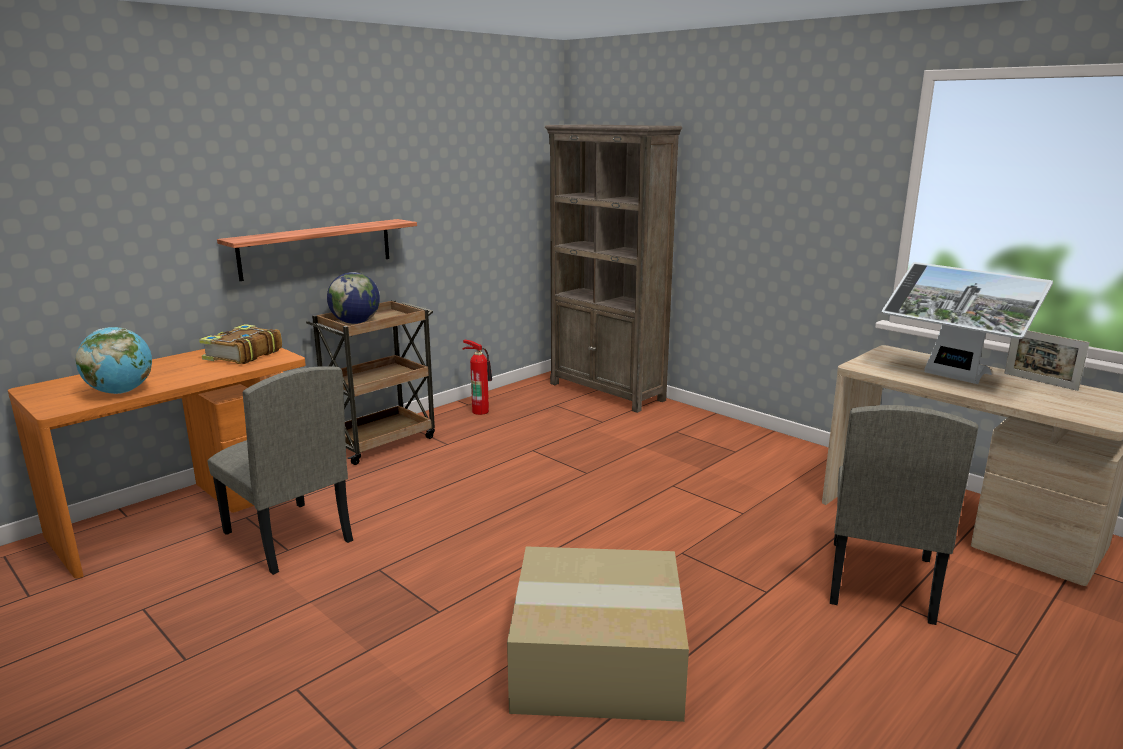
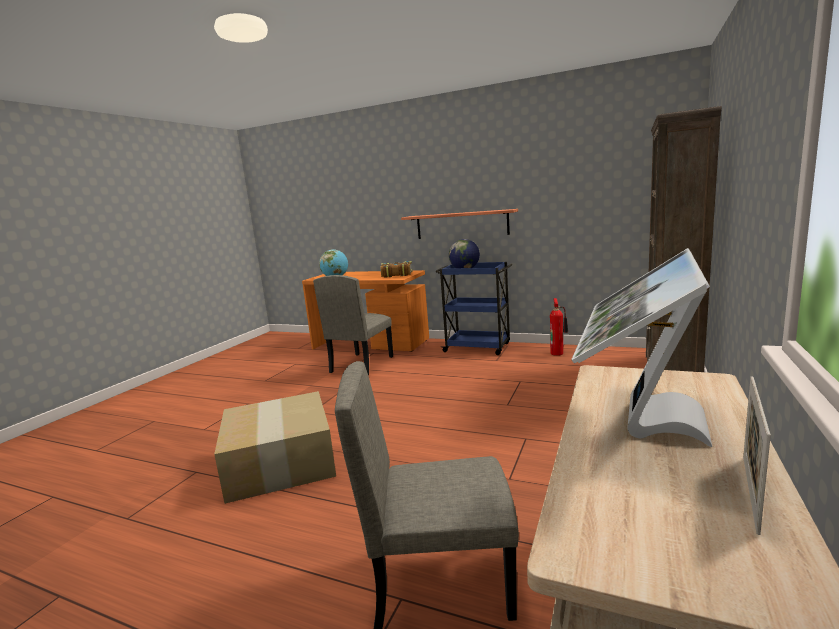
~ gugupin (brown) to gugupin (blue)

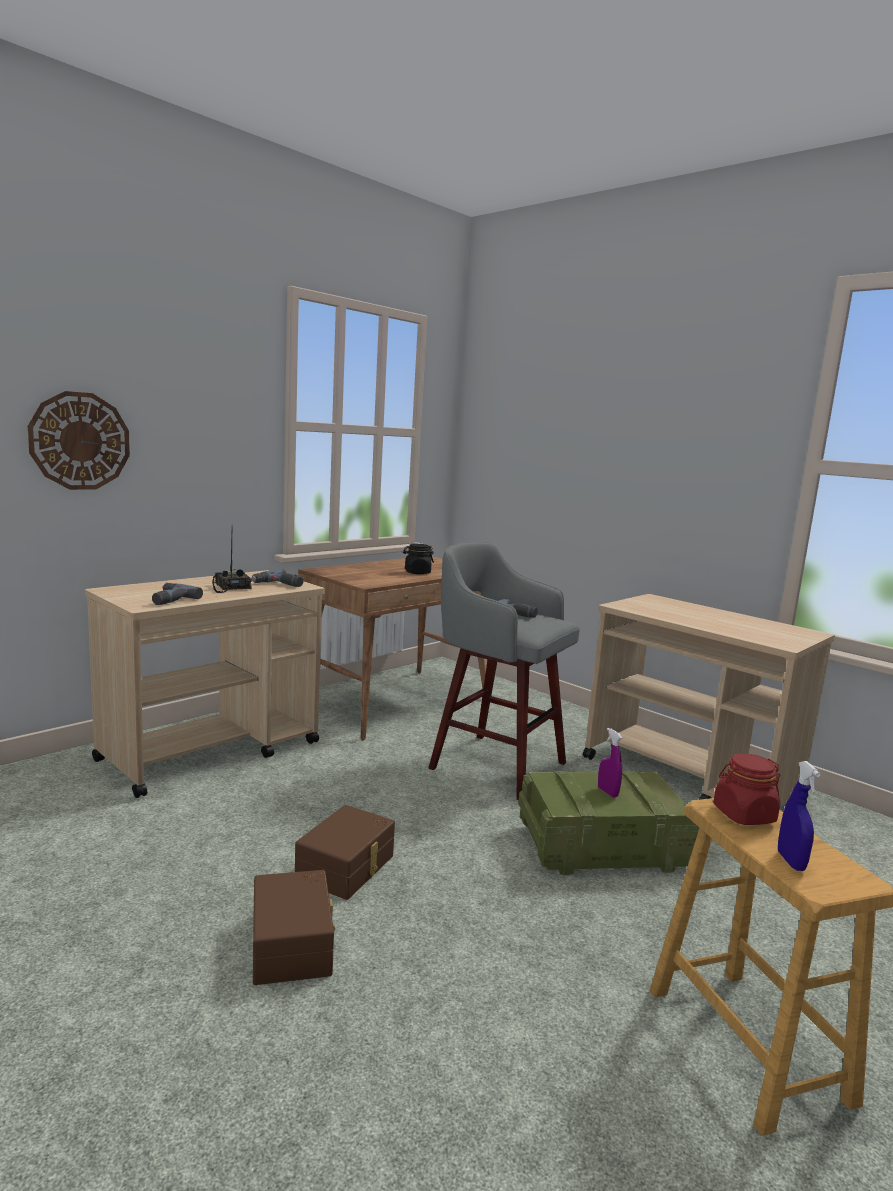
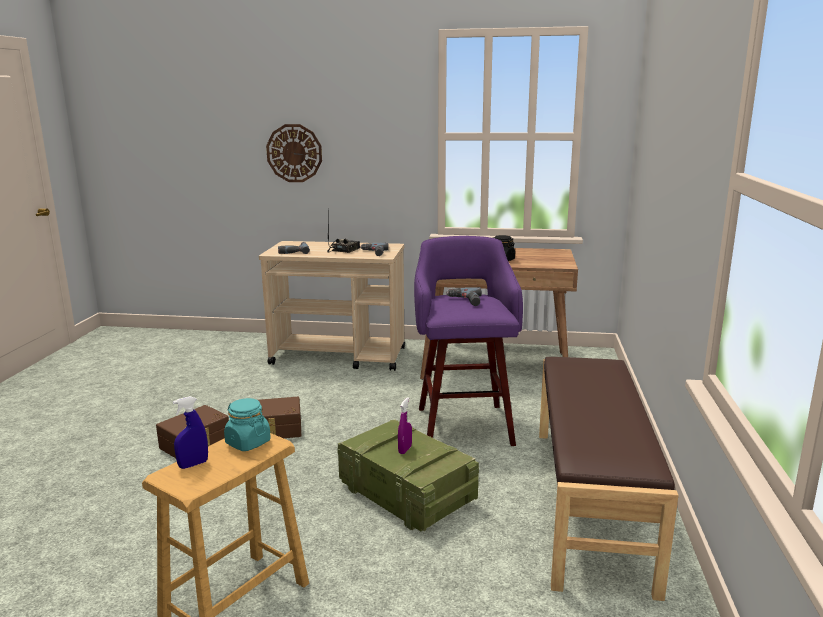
~ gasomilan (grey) to gasomilan (purple)
~ gugupin (beige) (2nd from left) to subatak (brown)
~ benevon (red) to benevon (turquoise)

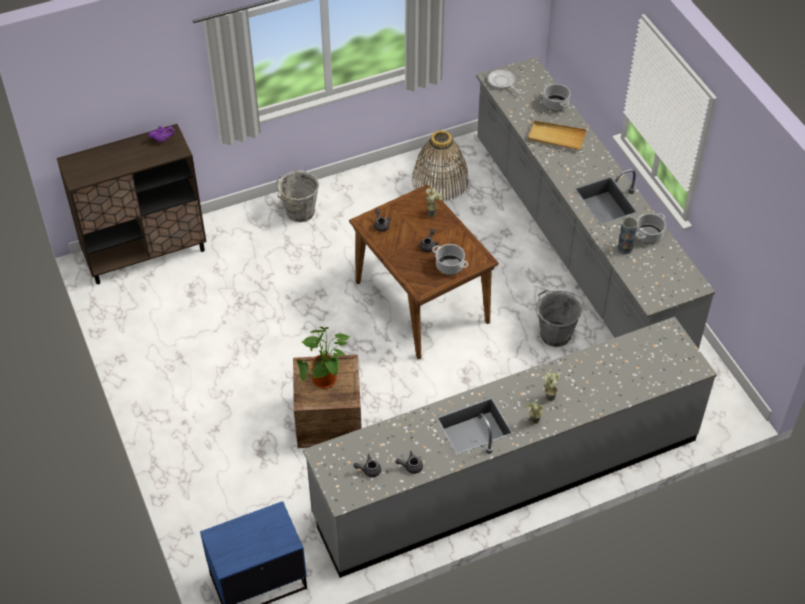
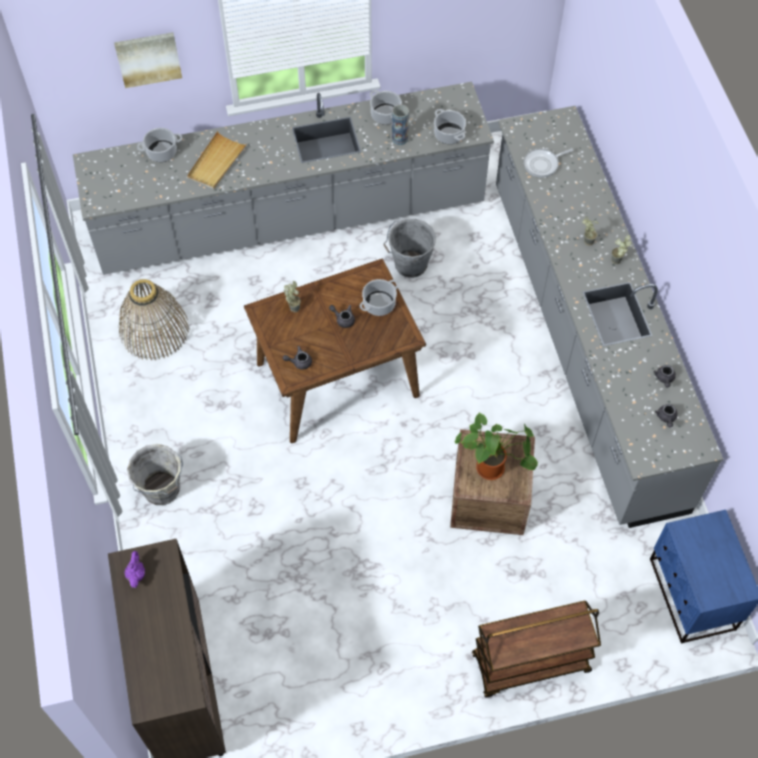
~ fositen
+ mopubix
+ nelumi (4th from left)
+ gugupin (brown)

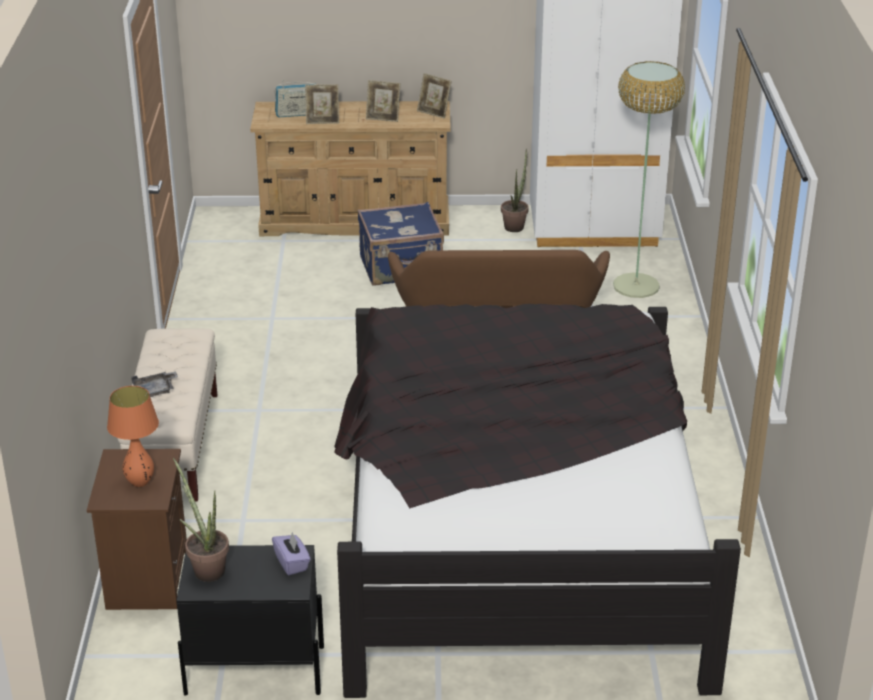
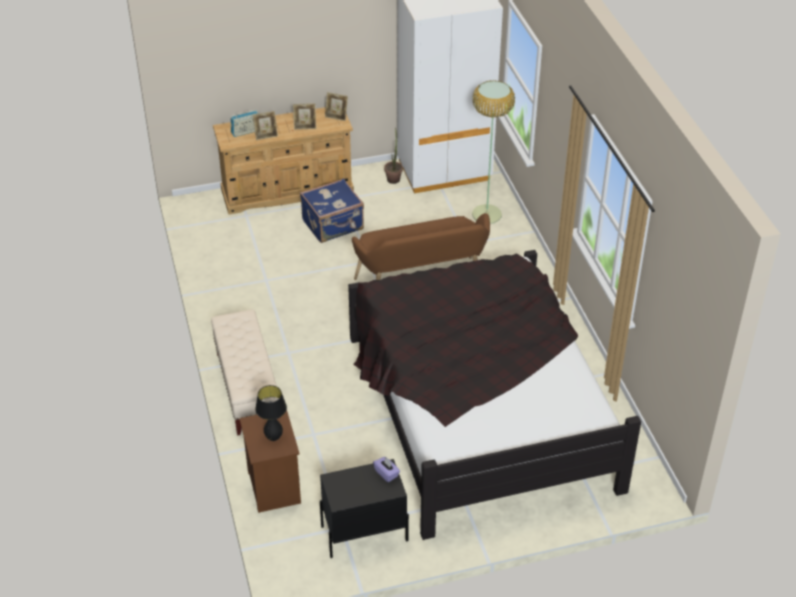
- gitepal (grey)
~ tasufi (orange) to tasufi (black)
- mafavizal (1st from left)

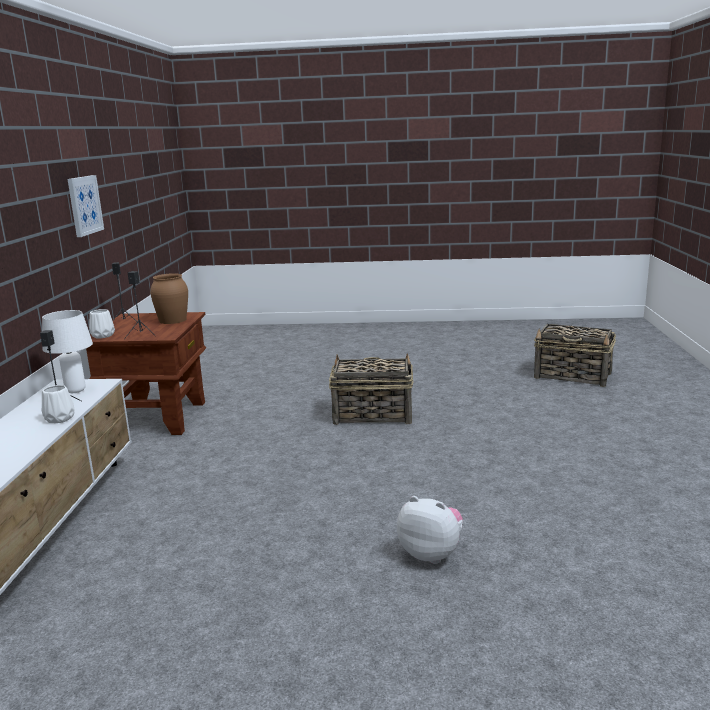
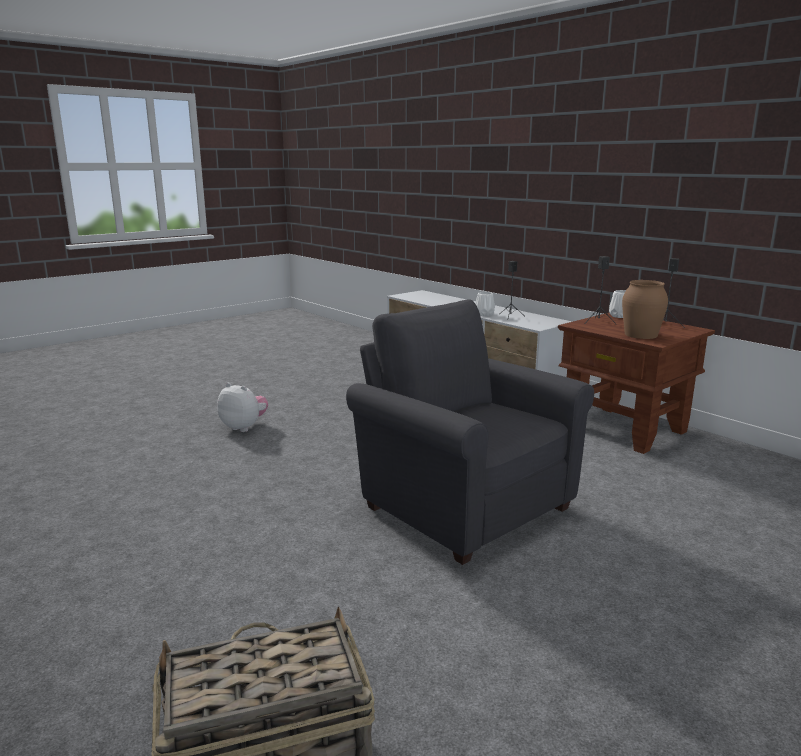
- mopubix
- tasufi (white)
~ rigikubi (1st from left) to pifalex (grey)
~ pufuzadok 135 degrees counterclockwise

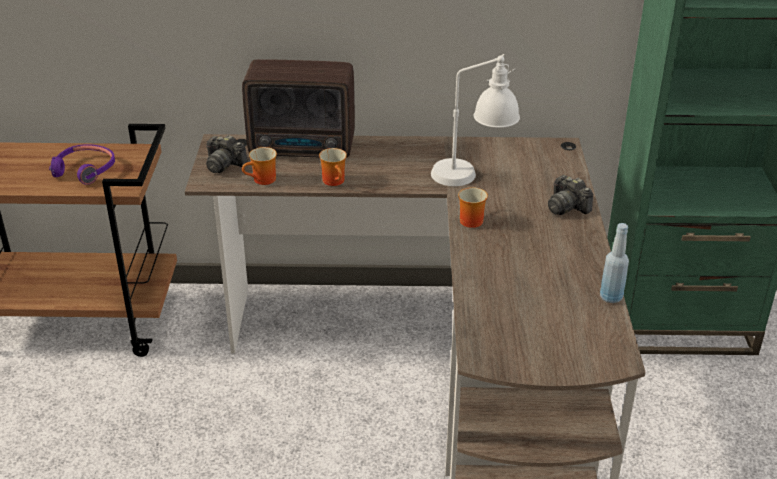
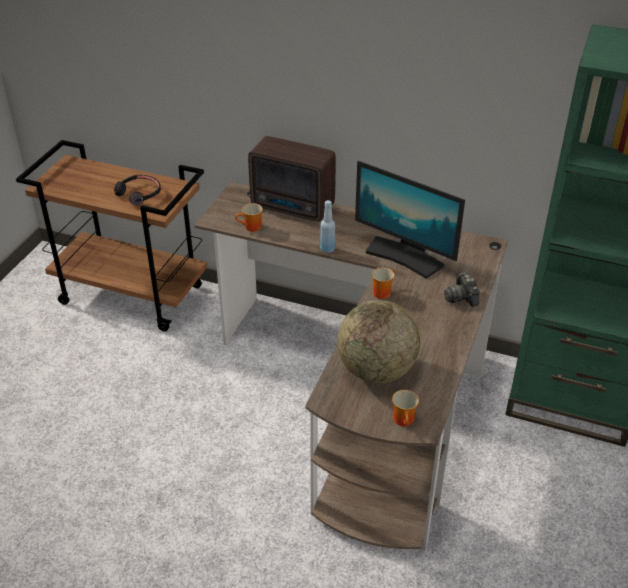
~ tasufi (white) to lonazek
- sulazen (1st from left)
~ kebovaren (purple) to kebovaren (black)
~ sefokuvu (2nd from left in the first image) to sefokuvu (3rd from left)
~ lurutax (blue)
+ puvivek

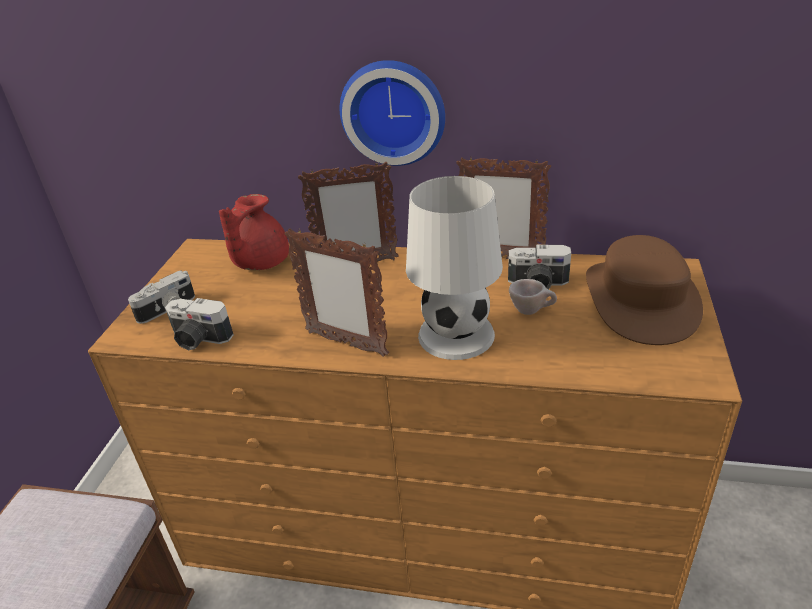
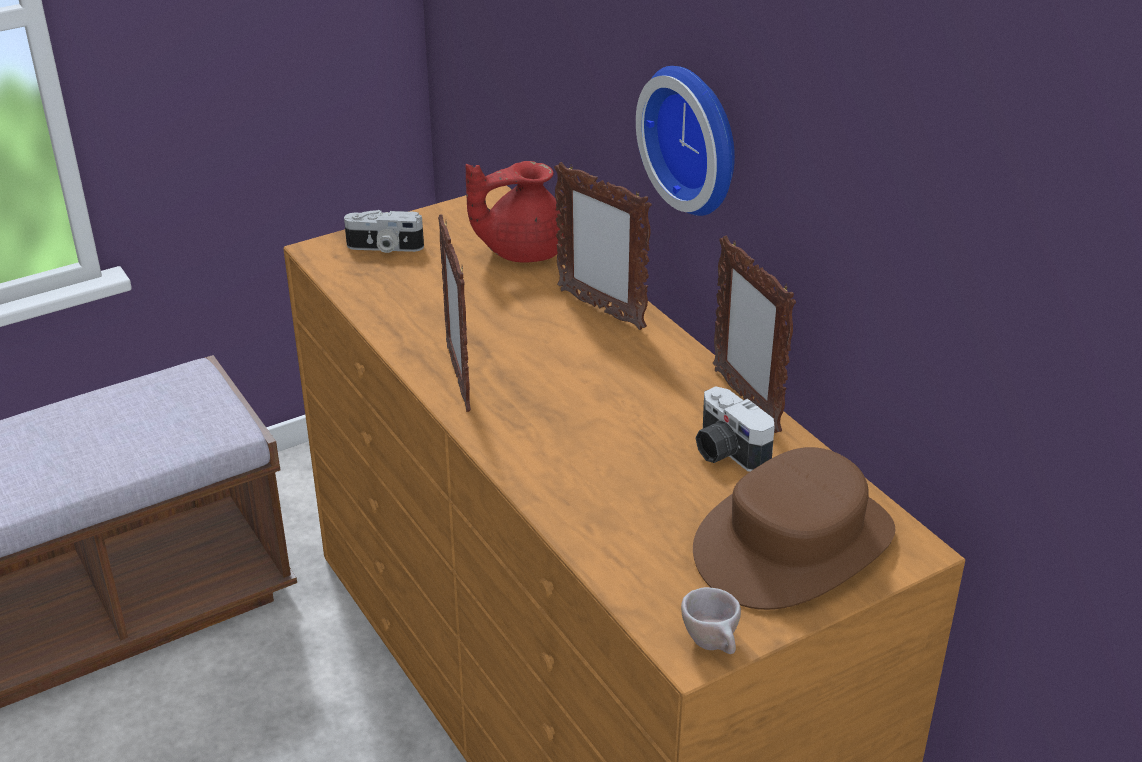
- tasufi (white)
~ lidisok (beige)
- sulazen (2nd from left)

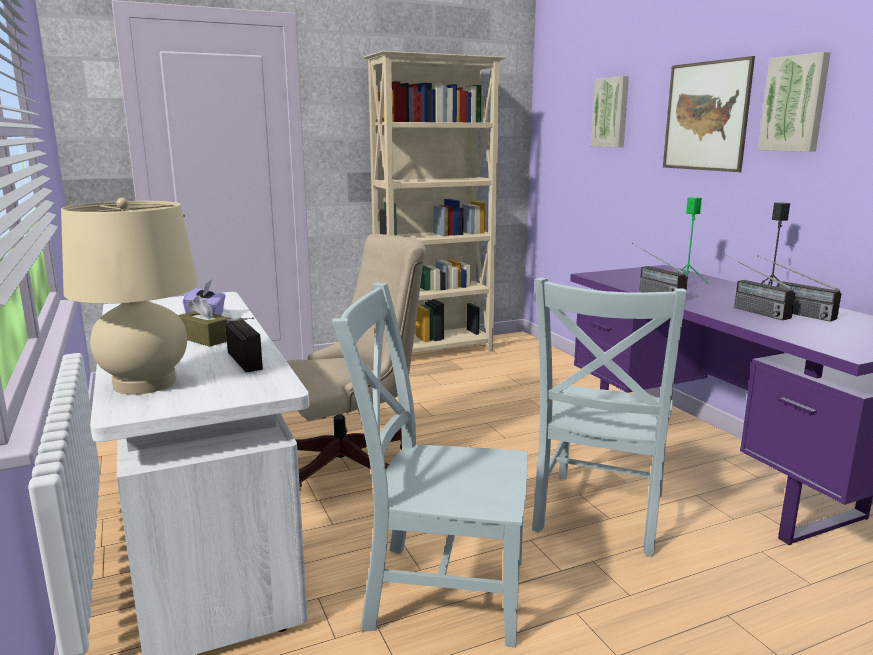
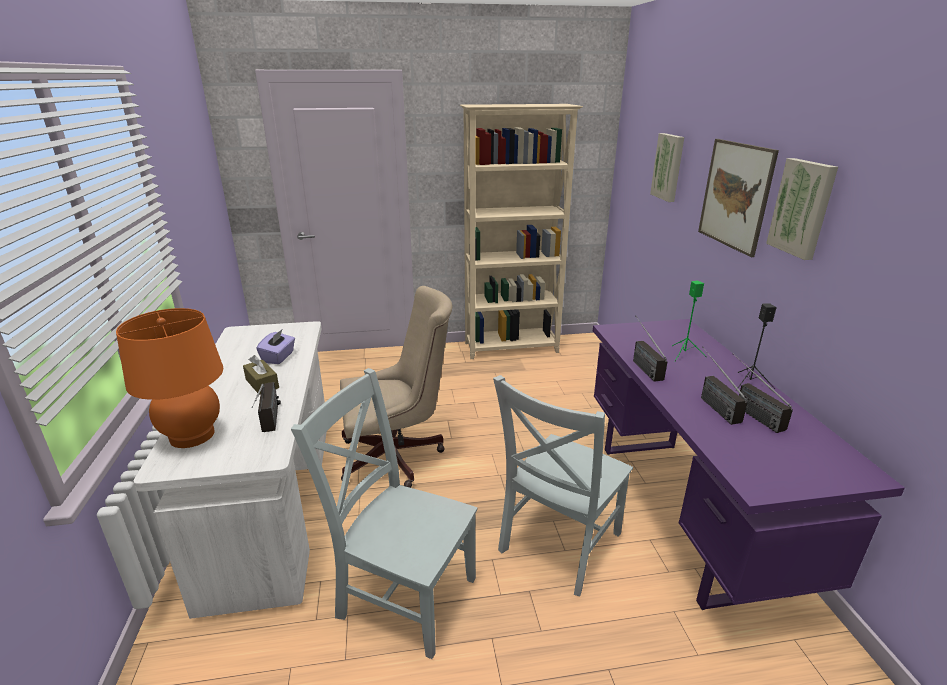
~ tasufi (beige) to tasufi (orange)

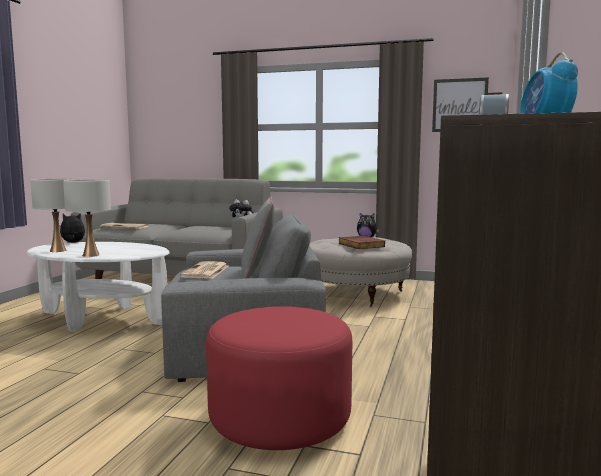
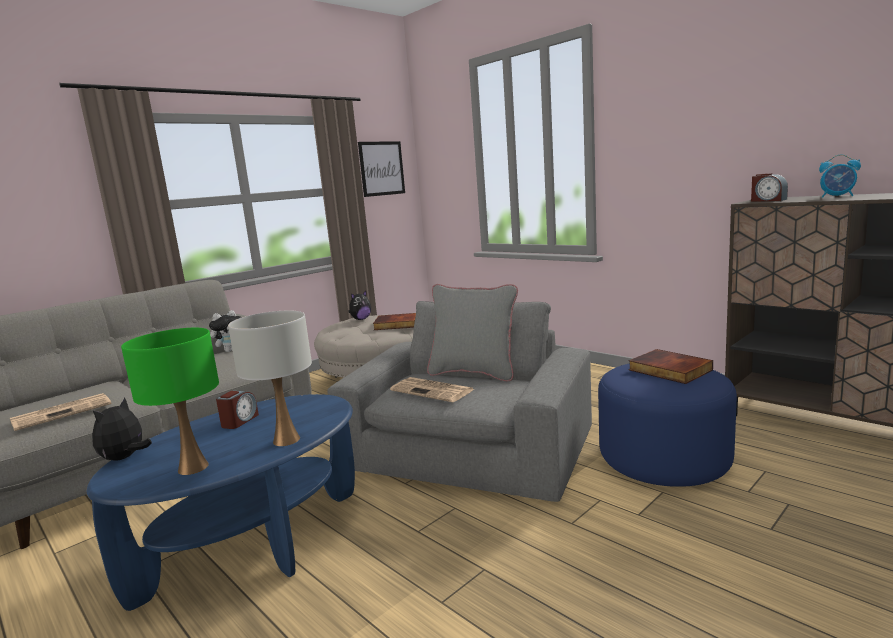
~ tasufi (white) (1st from left) to tasufi (green)
~ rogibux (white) to rogibux (blue)
~ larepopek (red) to larepopek (blue)
+ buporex (2nd from left)
+ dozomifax (1st from left)

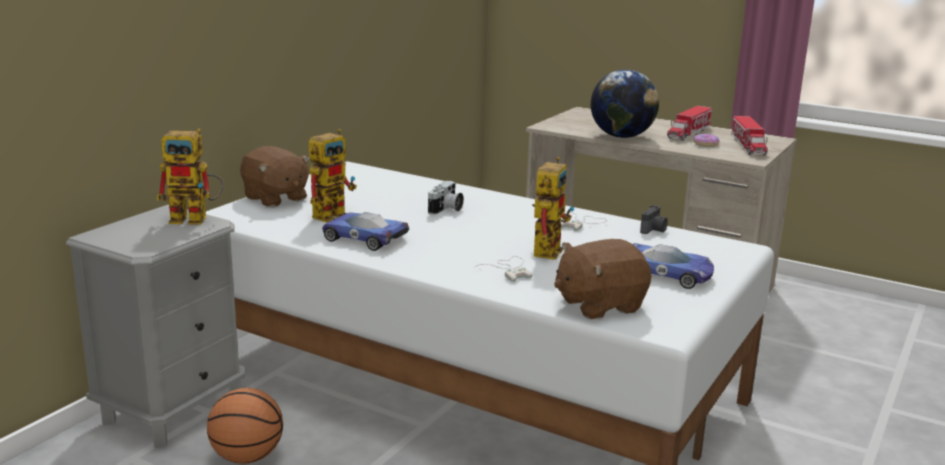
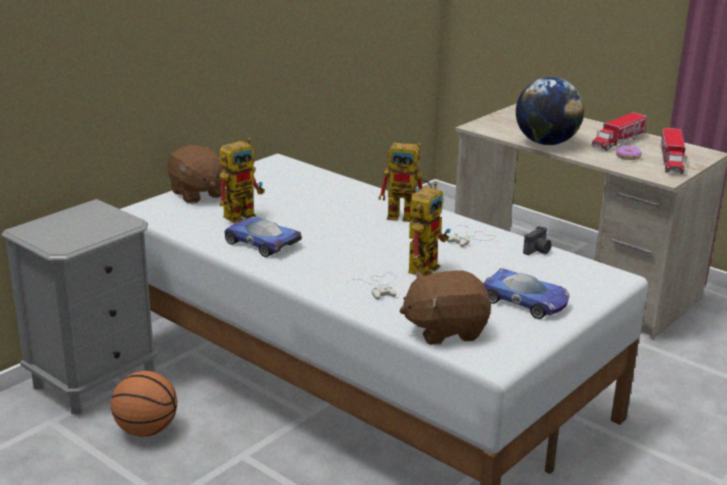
~ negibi (1st from left in the first image) to negibi (2nd from left)
- sulazen (1st from left)

